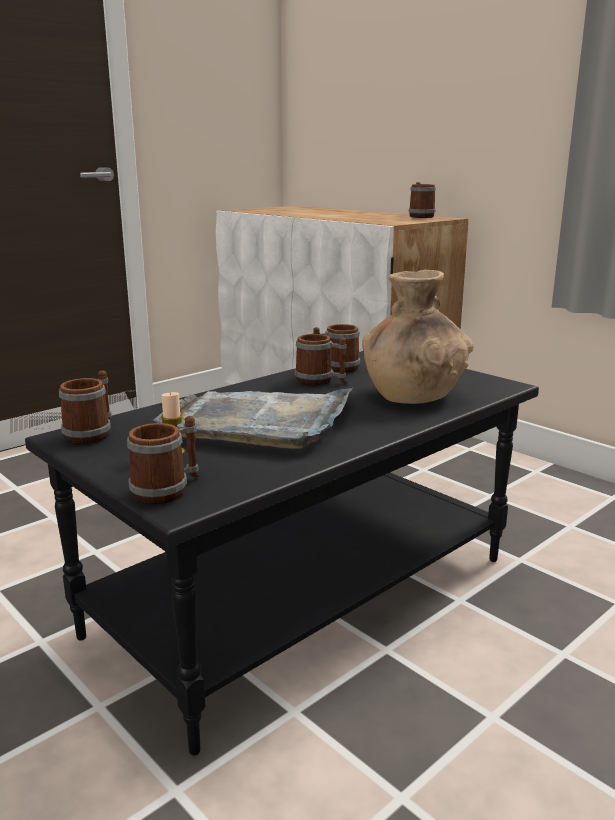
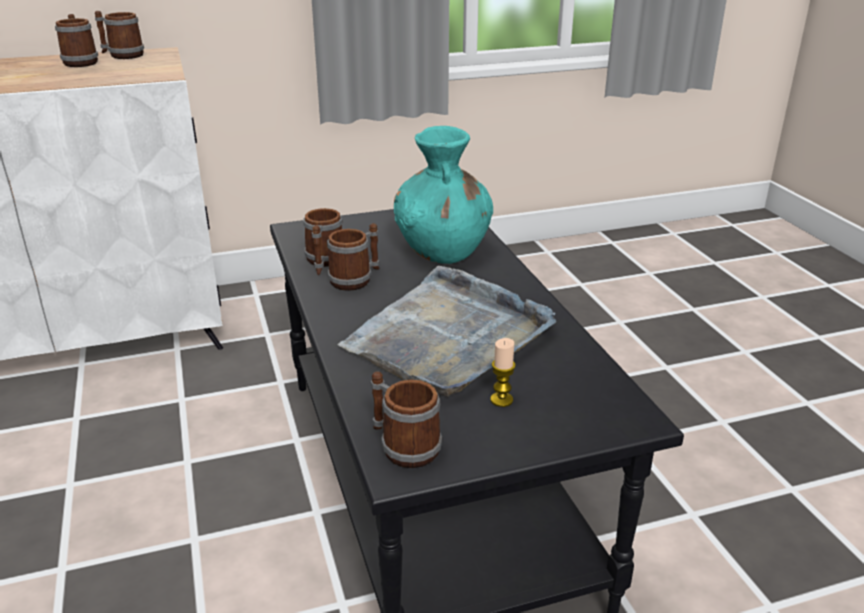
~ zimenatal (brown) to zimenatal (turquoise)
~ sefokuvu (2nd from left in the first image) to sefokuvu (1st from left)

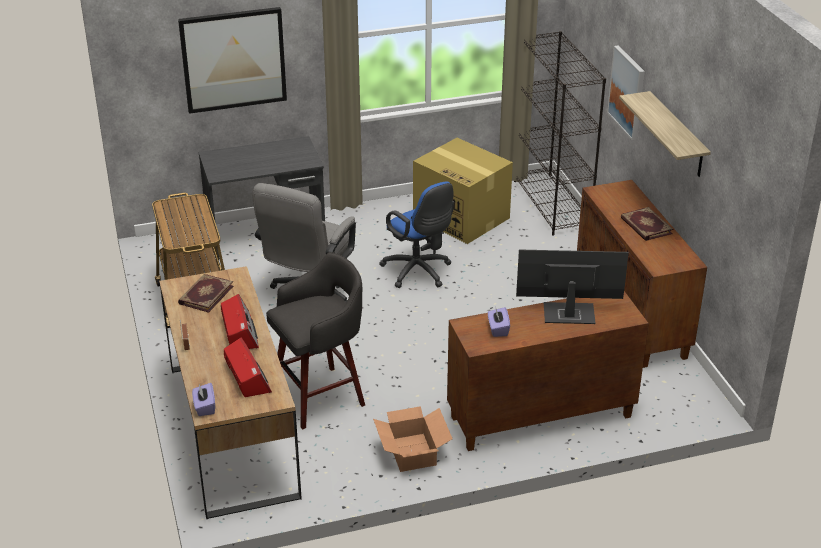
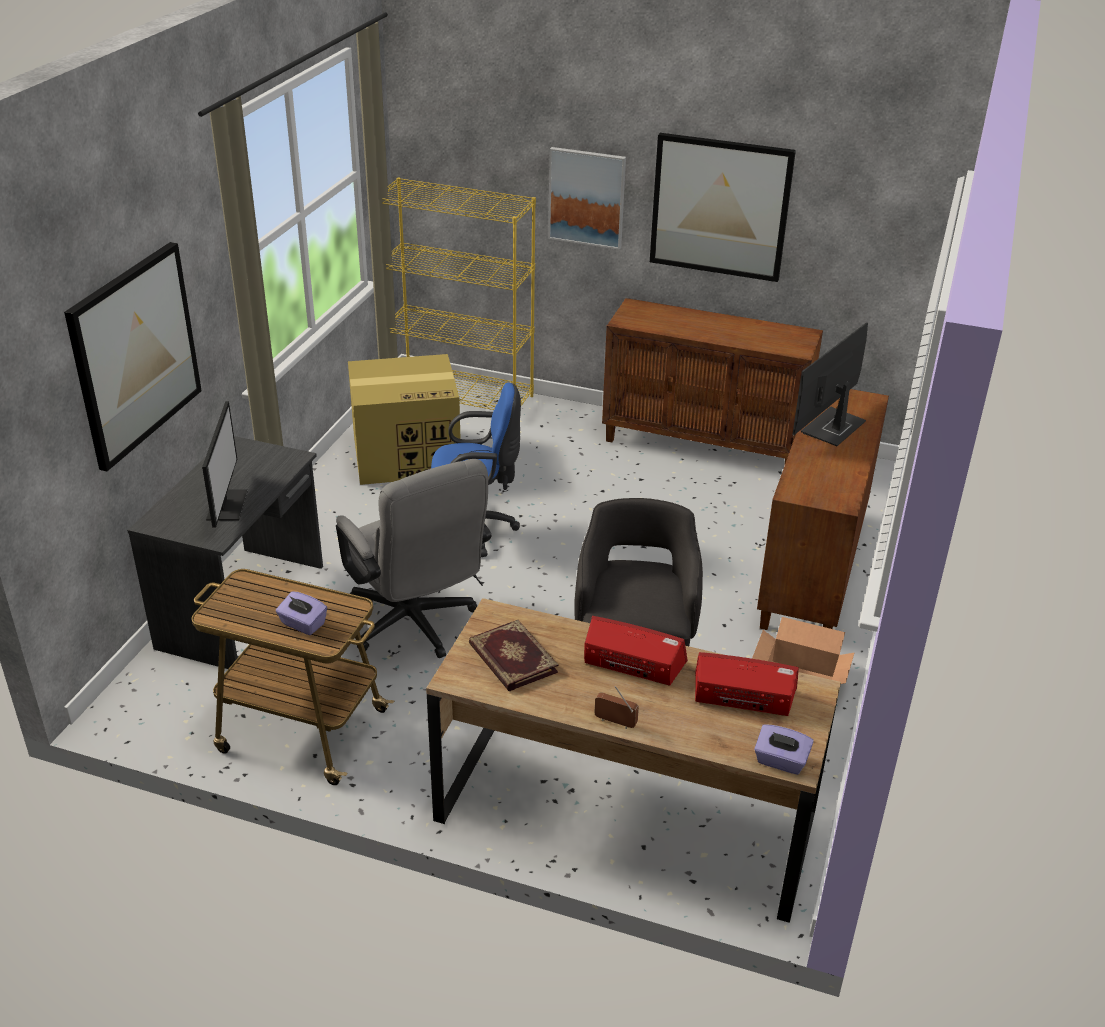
~ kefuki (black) to kefuki (yellow)
~ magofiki to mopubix (3rd from left)
- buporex (2nd from left)
~ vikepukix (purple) (2nd from left in the first image) to vikepukix (purple) (1st from left)
+ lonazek (1st from left)

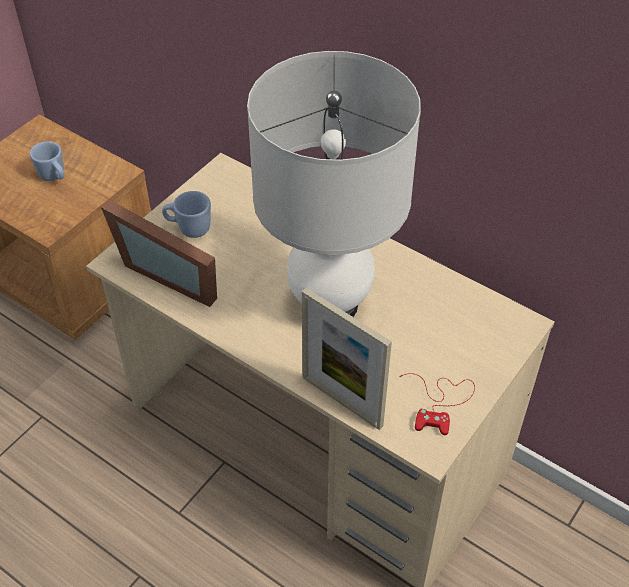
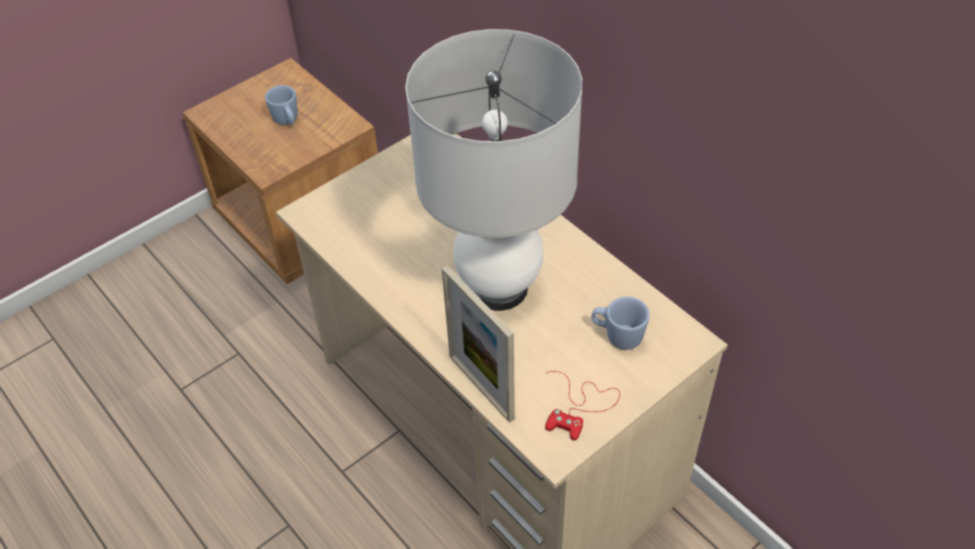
~ sefokuvu (blue) (2nd from left)
- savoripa (1st from left)

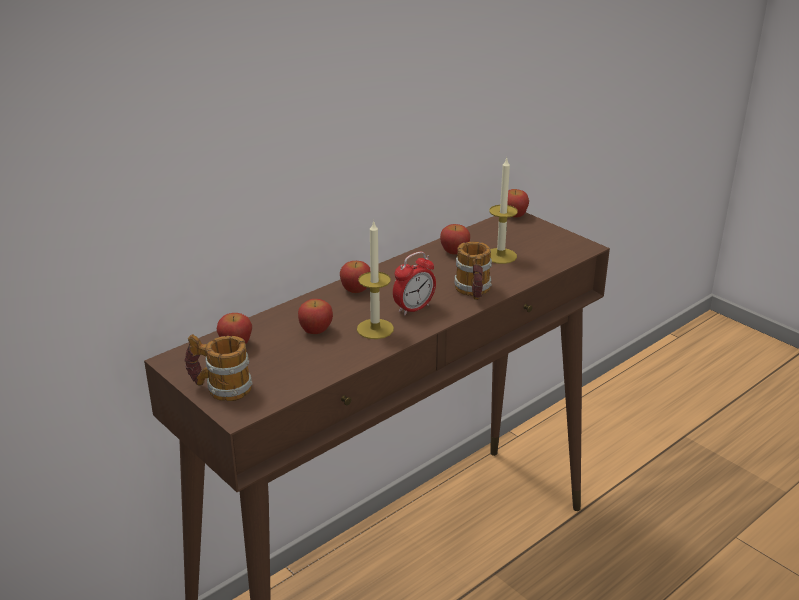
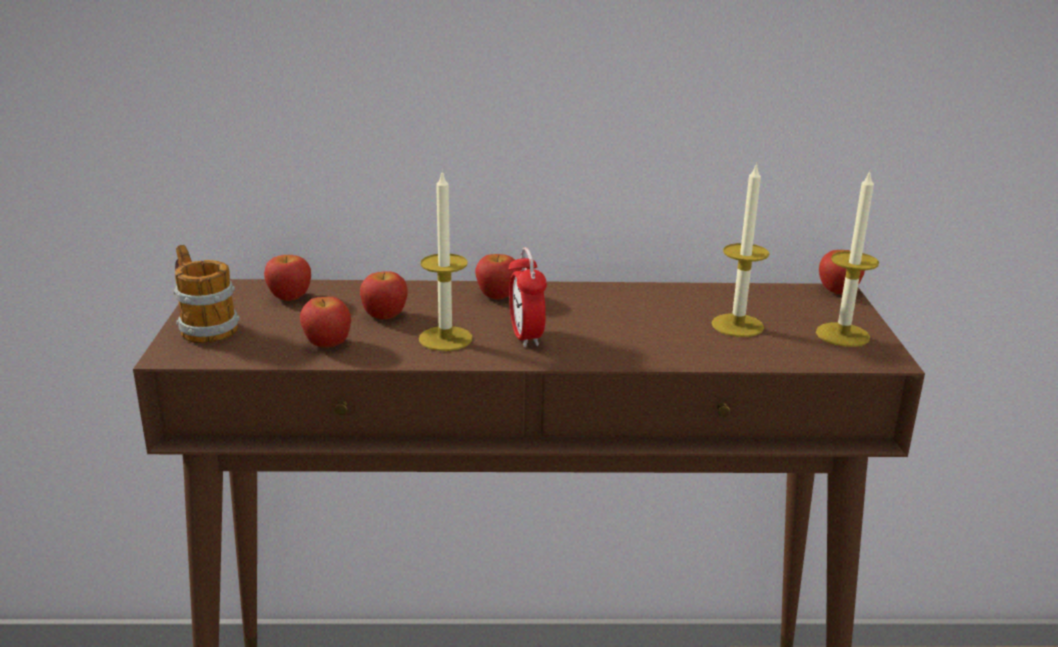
~ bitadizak (4th from left in the first image) to bitadizak (2nd from left)
- sefokuvu (2nd from left)
~ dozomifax 75 degrees clockwise
+ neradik (3rd from left)

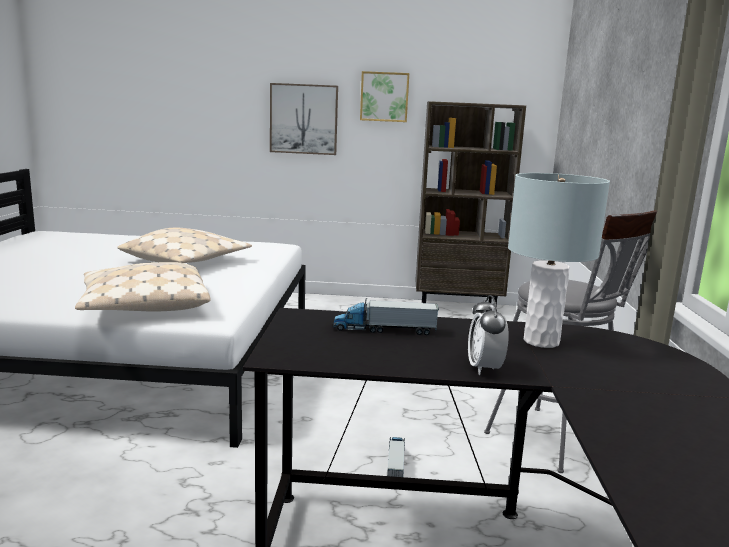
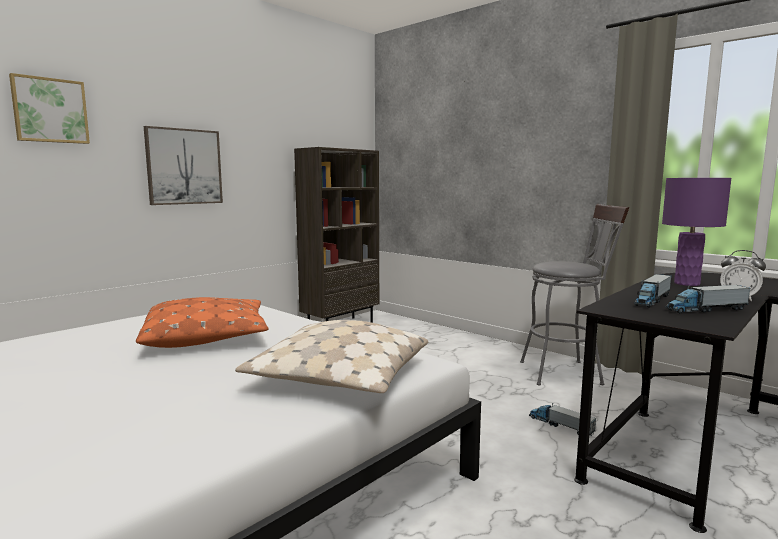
~ mopubix (2nd from left in the first image) to mopubix (1st from left)
~ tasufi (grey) to tasufi (purple)
~ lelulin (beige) (2nd from left) to lelulin (orange)
+ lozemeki (3rd from left)

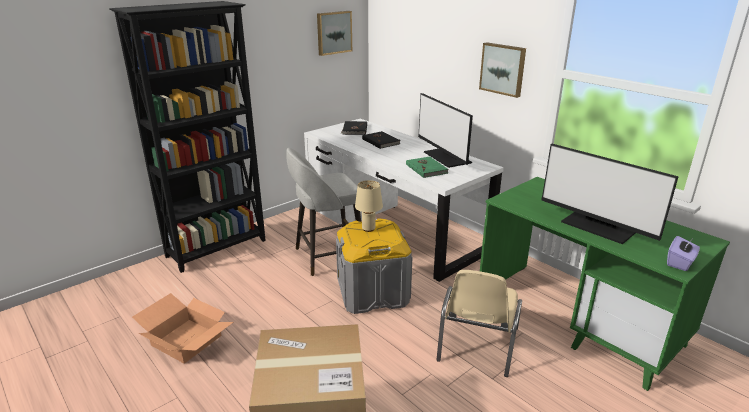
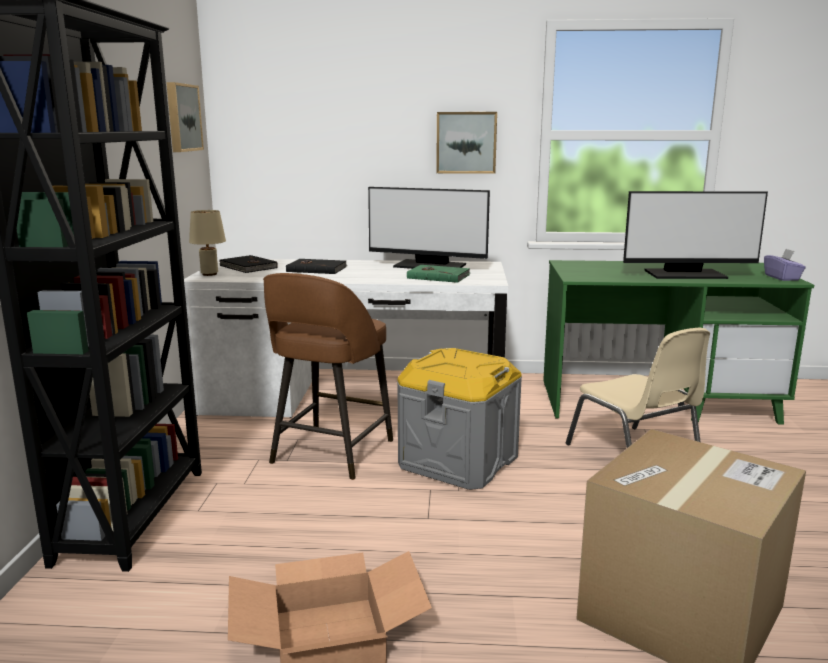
~ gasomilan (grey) to gasomilan (brown)
~ tasufi (beige)

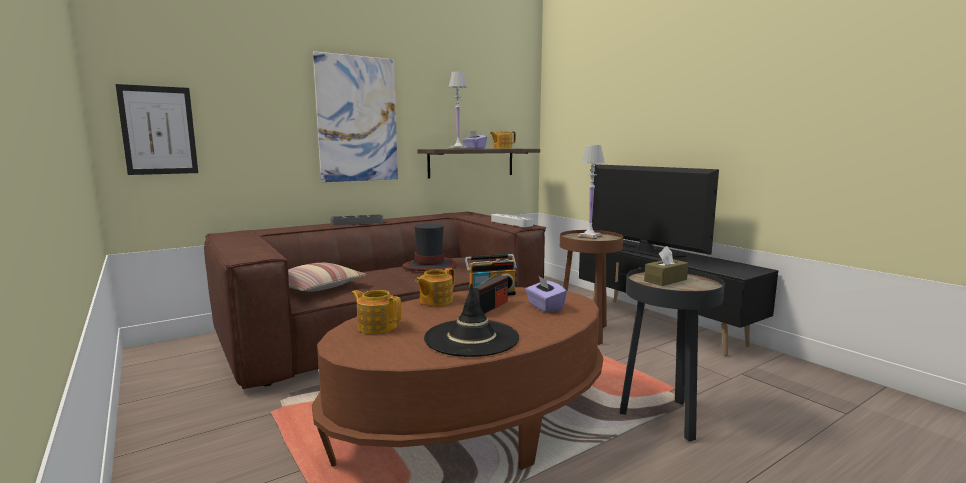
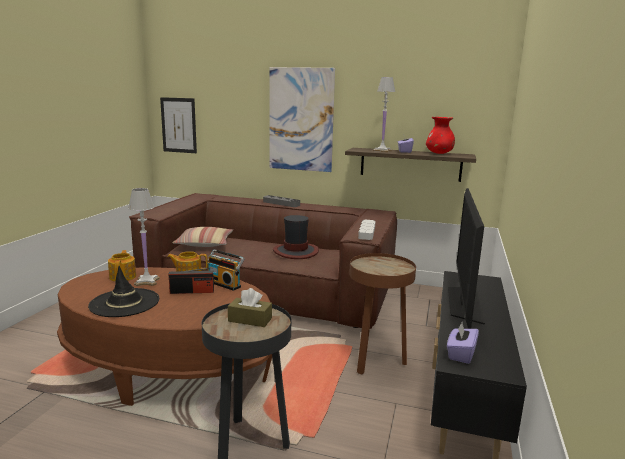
~ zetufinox (3rd from left) to zimenatal (red)
~ tasufi (white) (2nd from left in the first image) to tasufi (white) (1st from left)
~ vikepukix (purple) (2nd from left)

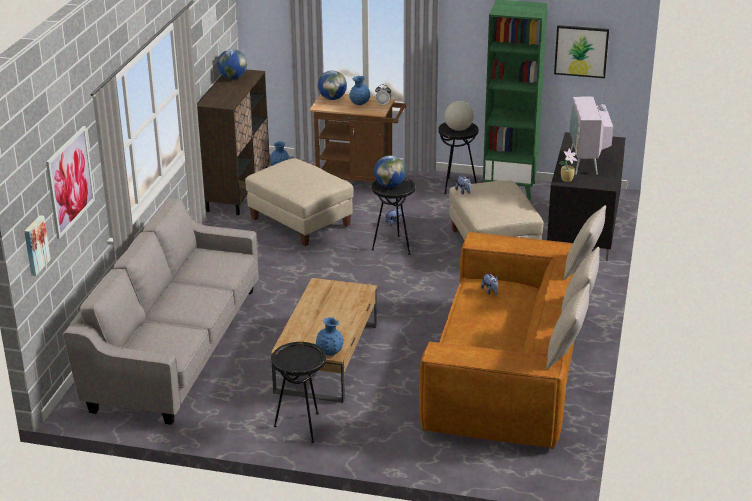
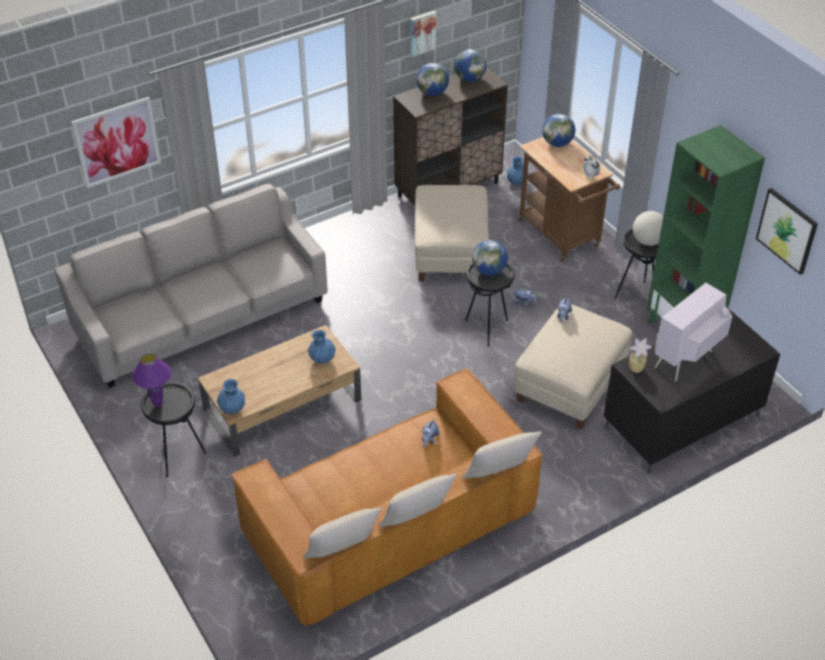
~ zimenatal (blue) (3rd from left in the first image) to zimenatal (blue) (2nd from left)
~ mopubix (1st from left in the first image) to mopubix (2nd from left)
+ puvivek (1st from left)
+ tasufi (purple)

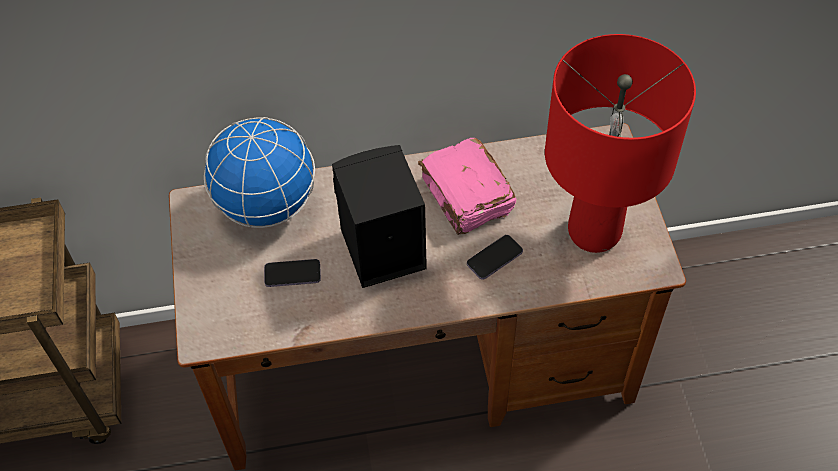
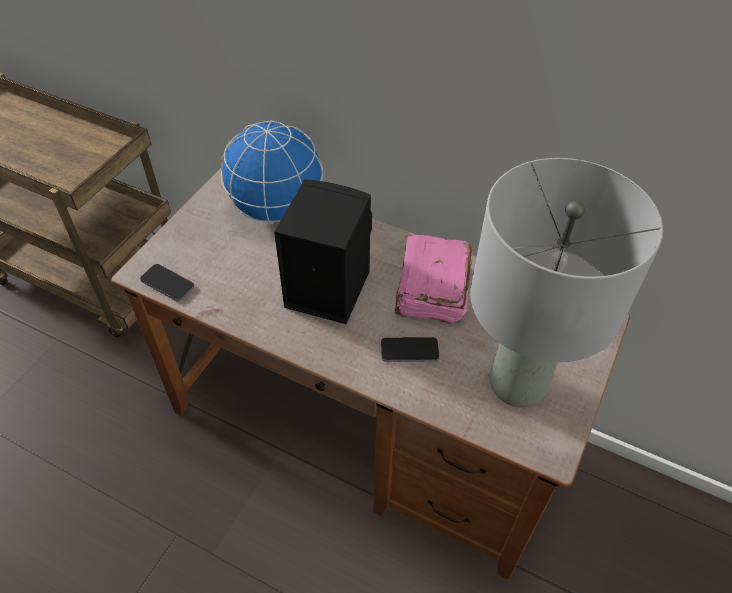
~ tasufi (red) to tasufi (grey)
~ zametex (1st from left)

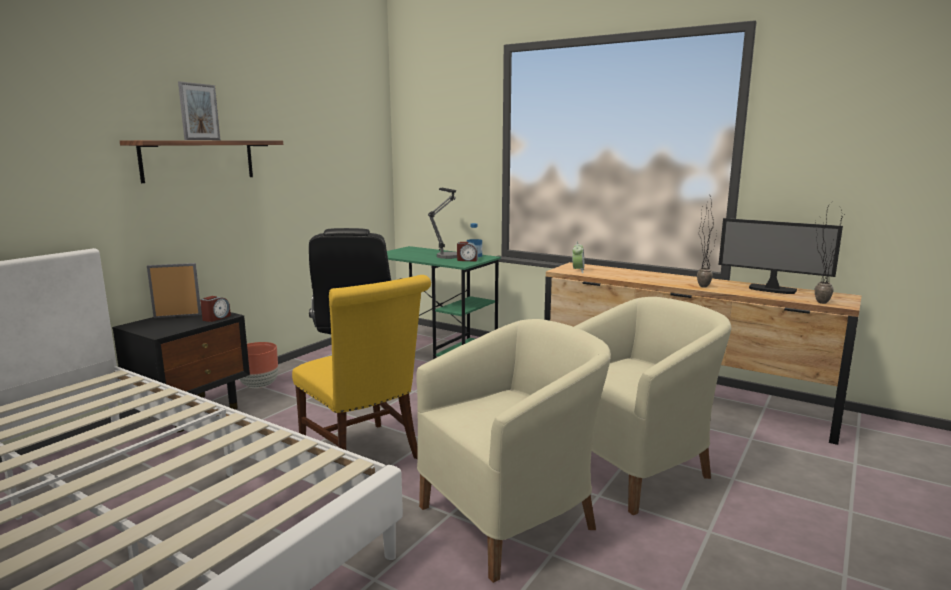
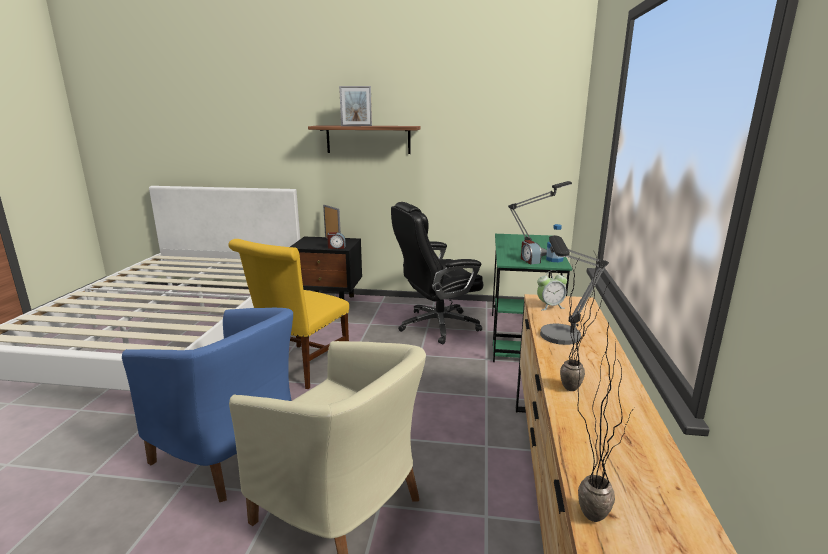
- lonazek
~ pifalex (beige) (1st from left) to pifalex (blue)
- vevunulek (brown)
+ tasufi (2nd from left)

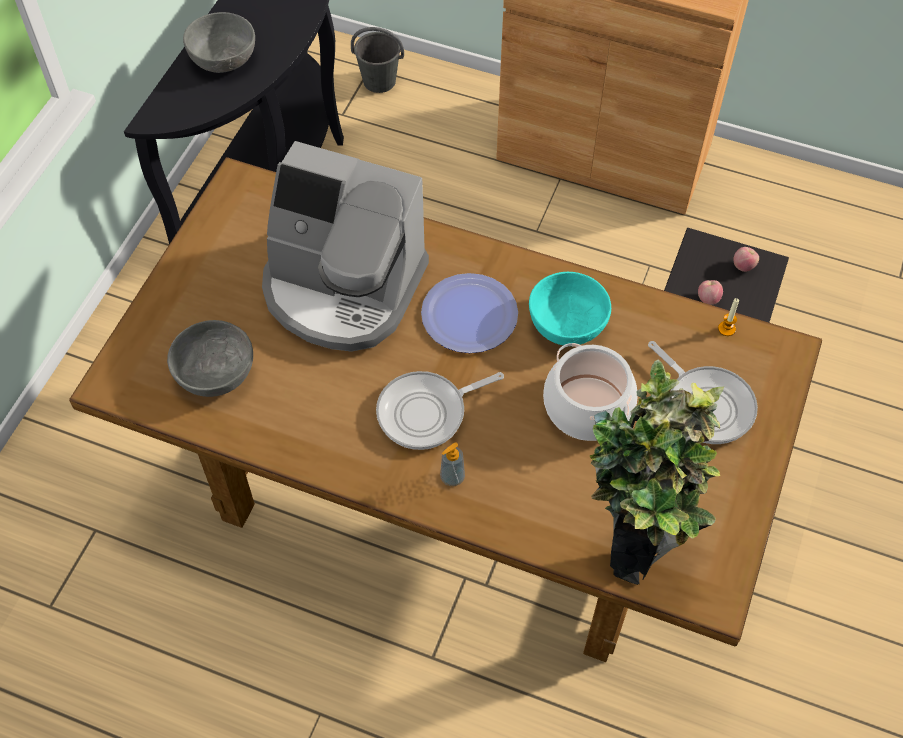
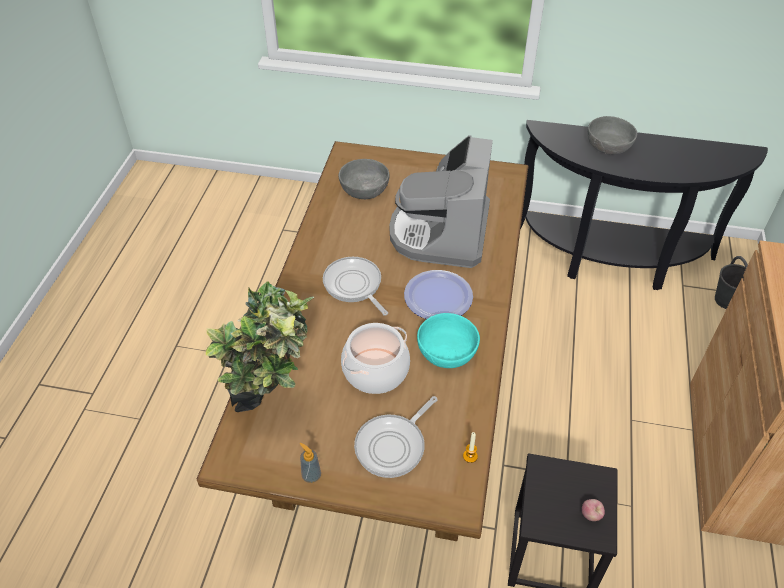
- bitadizak (1st from left)
~ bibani

